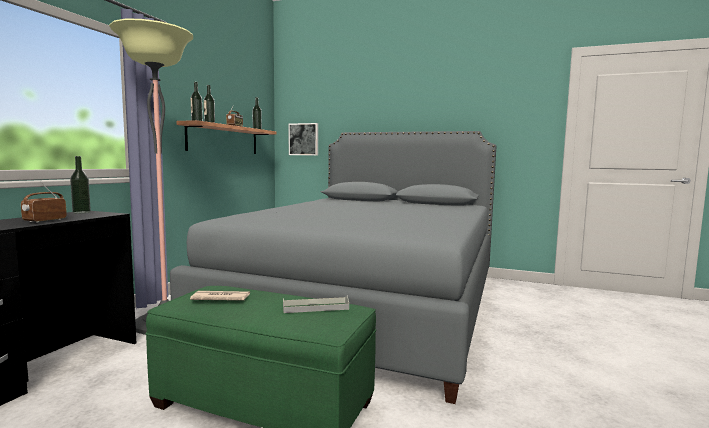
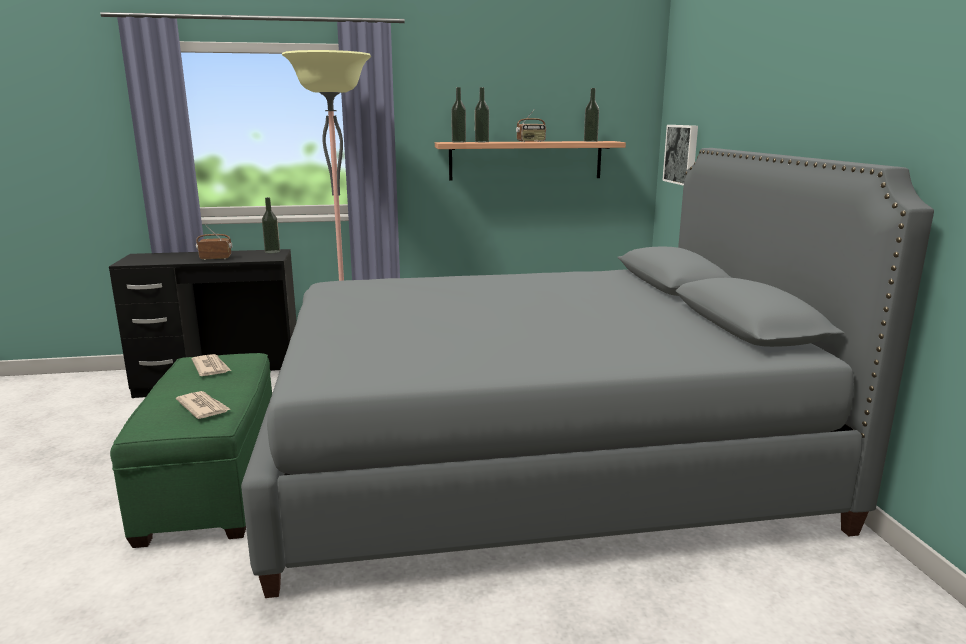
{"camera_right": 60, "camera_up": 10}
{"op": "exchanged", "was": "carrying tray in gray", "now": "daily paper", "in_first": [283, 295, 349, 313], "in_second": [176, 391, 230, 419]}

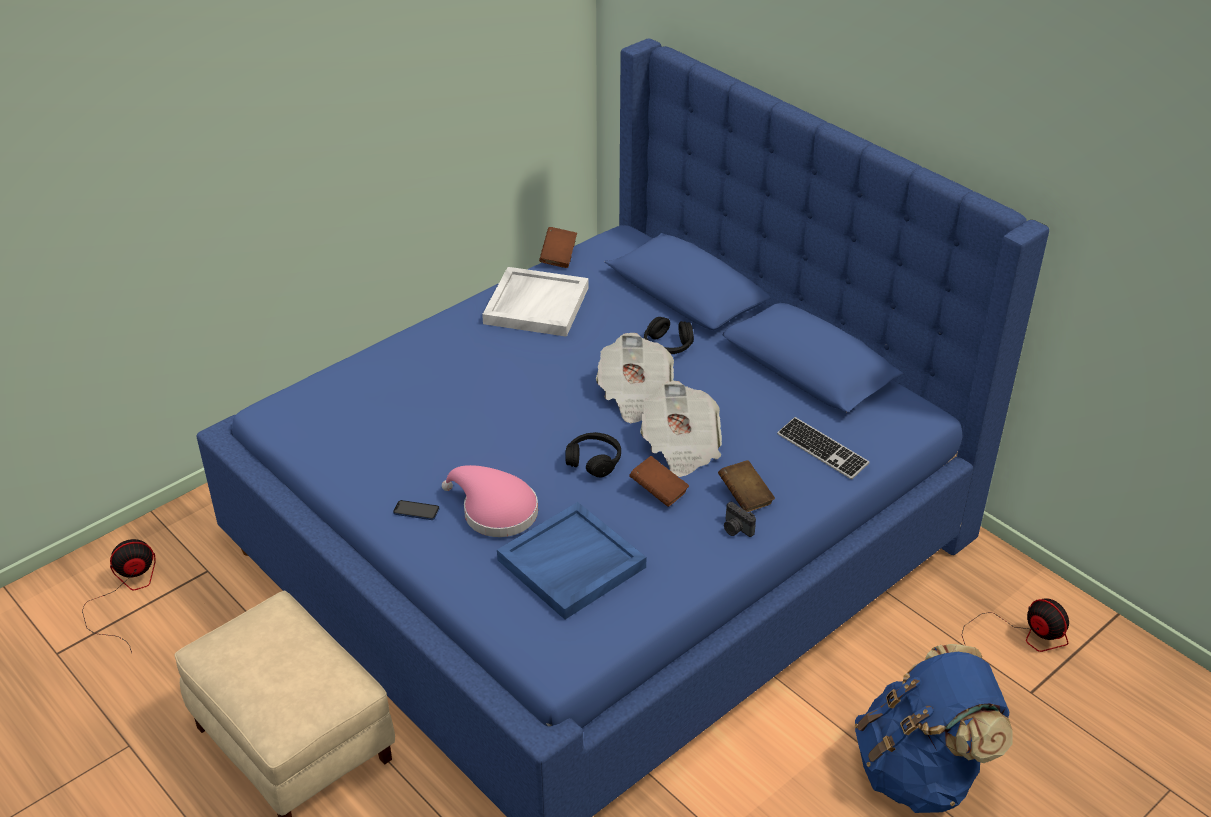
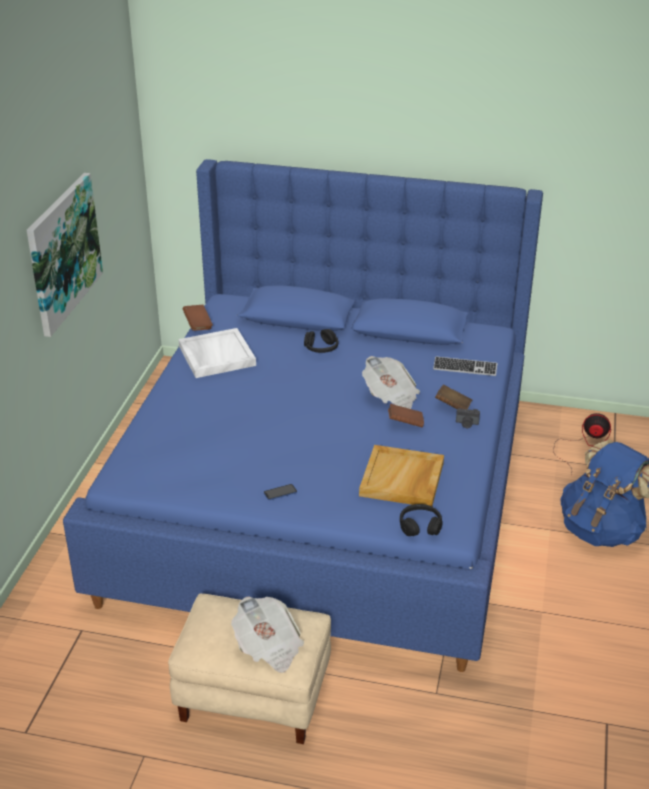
{"camera_right": -35, "camera_up": -5}
{"op": "missing", "was": "fan", "in_first": [82, 539, 156, 653]}
{"op": "missing", "was": "hat in pinkish", "in_first": [442, 465, 538, 537]}
{"op": "appeared", "now": "picture", "in_second": [27, 173, 103, 337]}
{"op": "relocated", "was": "pair of headphones in black", "in_first": [565, 432, 621, 478], "in_second": [400, 504, 443, 536]}
{"op": "relocated", "was": "daily paper", "in_first": [596, 333, 674, 423], "in_second": [231, 596, 304, 673]}
{"op": "colour", "was": "carrying tray in blue", "now": "carrying tray in sand-coloured", "in_first": [497, 502, 646, 620], "in_second": [359, 445, 444, 506]}

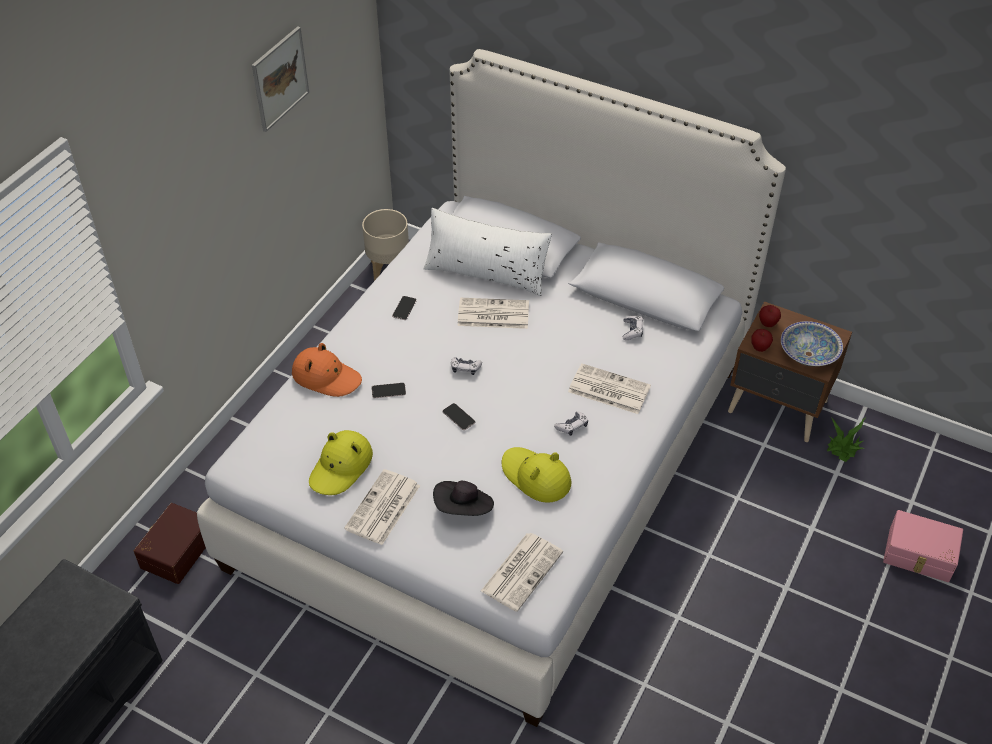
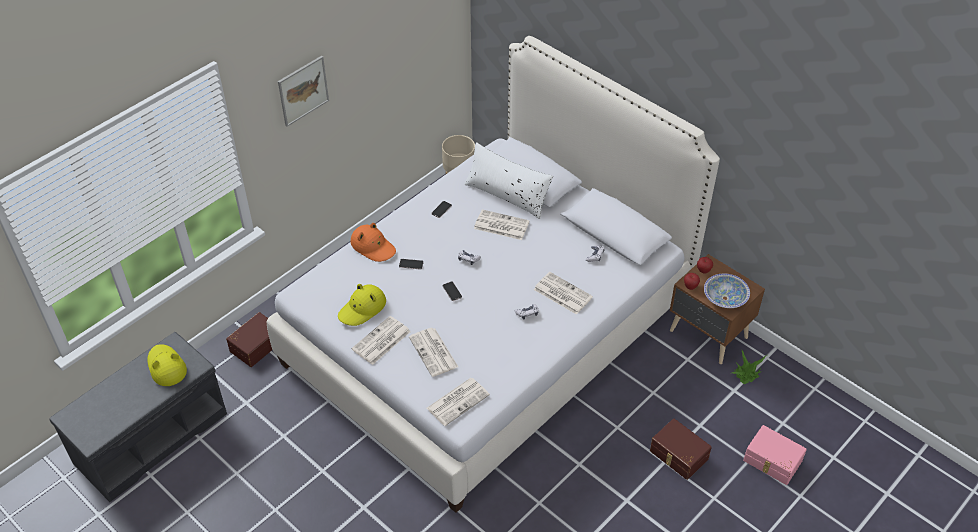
{"camera_right": 15, "camera_up": 0}
{"op": "appeared", "now": "storage box in brown", "in_second": [650, 418, 712, 480]}
{"op": "relocated", "was": "picture", "in_first": [252, 26, 309, 132], "in_second": [278, 56, 329, 127]}
{"op": "relocated", "was": "hat in yellow", "in_first": [502, 447, 571, 503], "in_second": [147, 344, 187, 386]}
{"op": "exchanged", "was": "hat in black", "now": "daily paper", "in_first": [433, 481, 494, 516], "in_second": [409, 328, 458, 377]}

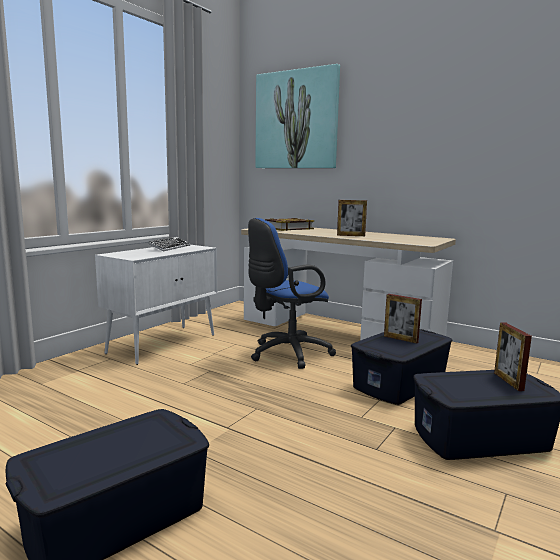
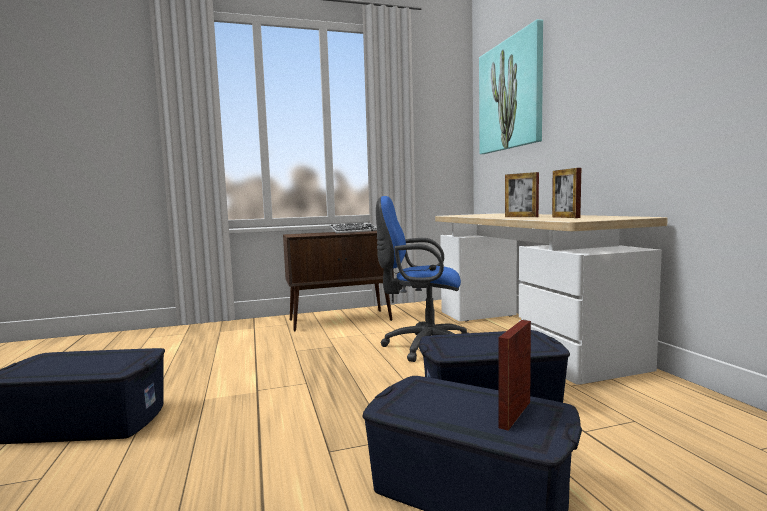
{"camera_right": 40, "camera_up": -5}
{"op": "missing", "was": "book", "in_first": [265, 218, 314, 231]}
{"op": "relocated", "was": "picture frame", "in_first": [384, 294, 422, 344], "in_second": [552, 168, 581, 218]}
{"op": "colour", "was": "cupboard in whitish", "now": "cupboard in brown", "in_first": [95, 245, 217, 365], "in_second": [283, 231, 394, 331]}

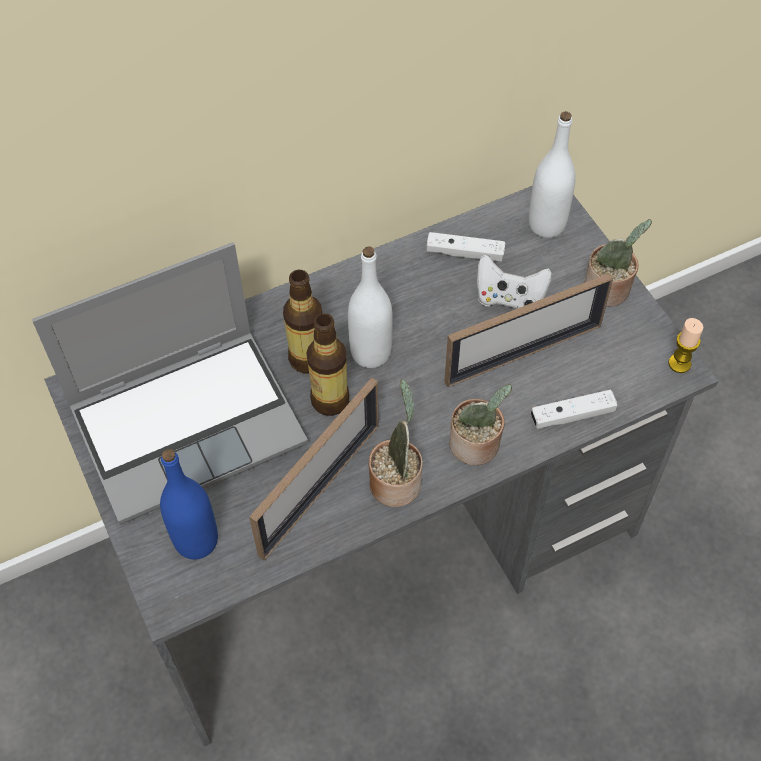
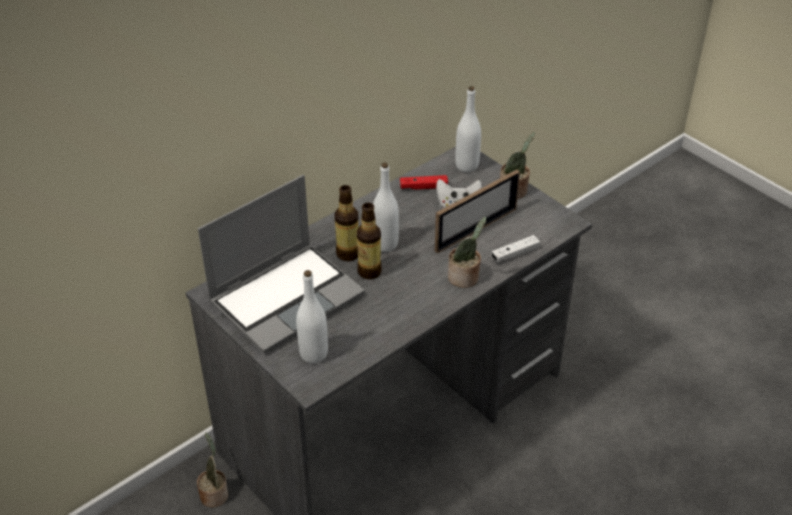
{"camera_right": -15, "camera_up": -15}
{"op": "missing", "was": "picture frame", "in_first": [249, 377, 378, 560]}
{"op": "missing", "was": "wax candle", "in_first": [668, 318, 703, 373]}
{"op": "relocated", "was": "plant in a pot", "in_first": [369, 379, 423, 507], "in_second": [197, 433, 228, 508]}
{"op": "colour", "was": "beverage bottle in blue", "now": "beverage bottle in whitish", "in_first": [160, 449, 218, 560], "in_second": [296, 270, 328, 364]}
{"op": "colour", "was": "game controller in whitish", "now": "game controller in reddish", "in_first": [426, 232, 505, 262], "in_second": [400, 175, 448, 190]}

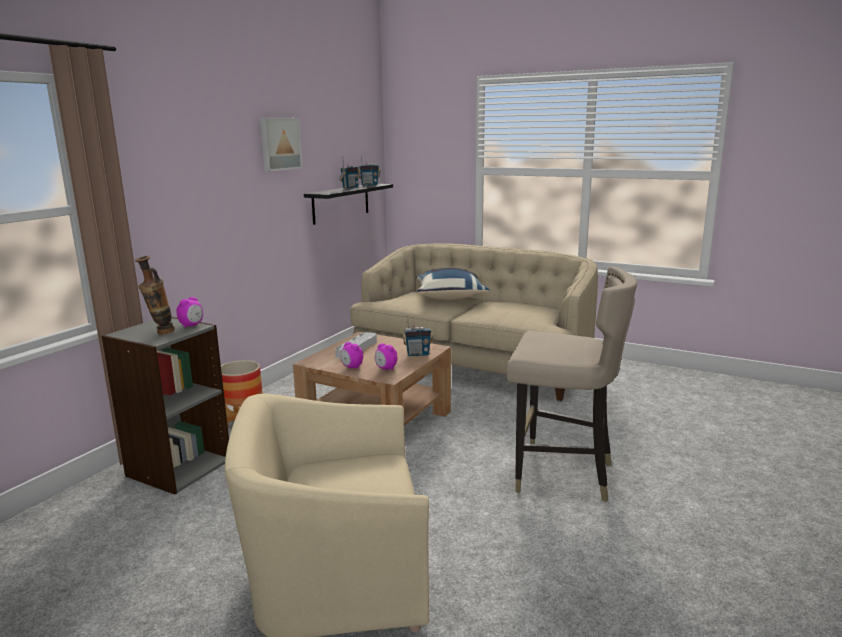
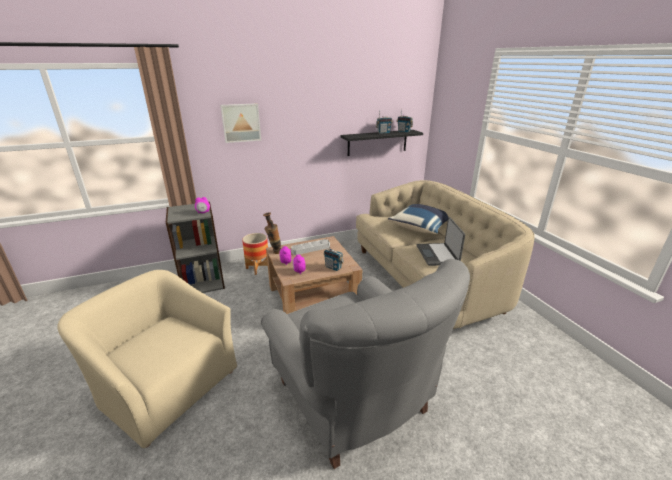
{"camera_right": 40, "camera_up": 10}
{"op": "appeared", "now": "laptop", "in_second": [417, 217, 465, 266]}
{"op": "relocated", "was": "decorative vase", "in_first": [135, 256, 175, 335], "in_second": [263, 212, 281, 254]}
{"op": "relocated", "was": "picture", "in_first": [260, 117, 302, 172], "in_second": [220, 103, 261, 143]}
{"op": "exchanged", "was": "stool in sand-coloured", "now": "armchair in gray", "in_first": [506, 267, 637, 502], "in_second": [261, 259, 470, 469]}

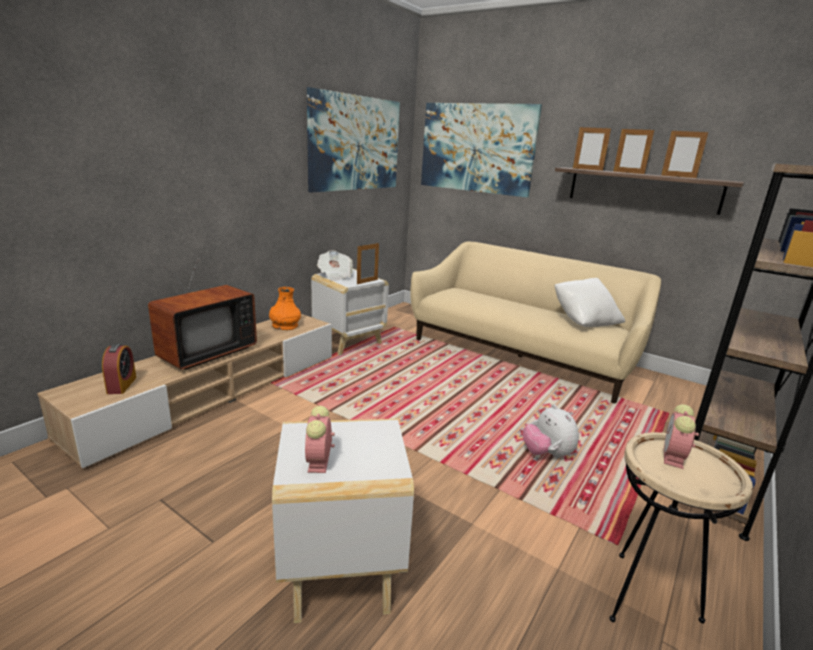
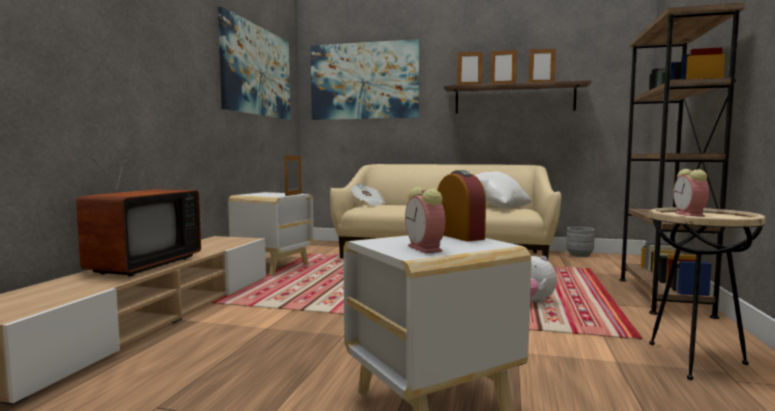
{"camera_right": -20, "camera_up": -15}
{"op": "missing", "was": "decorative vase in orange-coloured", "in_first": [269, 287, 301, 330]}
{"op": "appeared", "now": "plant pot in gray", "in_second": [566, 227, 595, 257]}
{"op": "relocated", "was": "bedside clock", "in_first": [102, 344, 136, 394], "in_second": [437, 170, 486, 241]}
{"op": "relocated", "was": "daily paper", "in_first": [317, 250, 353, 281], "in_second": [351, 184, 385, 206]}

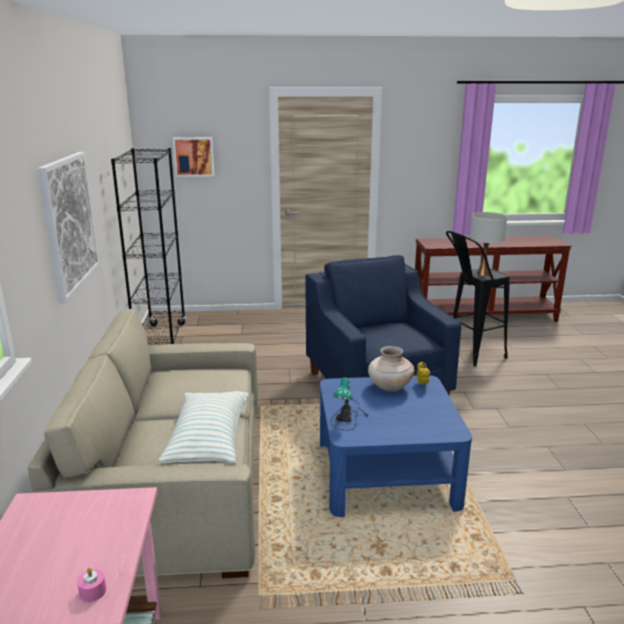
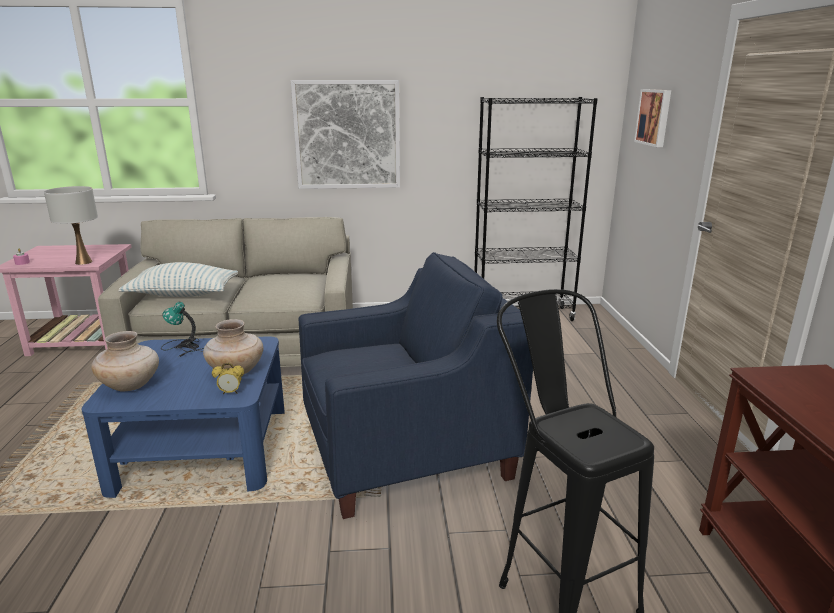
{"camera_right": 90, "camera_up": 0}
{"op": "appeared", "now": "decorative vase in sand-coloured", "in_second": [91, 331, 159, 391]}
{"op": "relocated", "was": "tabletop lamp in whitish", "in_first": [470, 212, 507, 276], "in_second": [44, 186, 98, 265]}

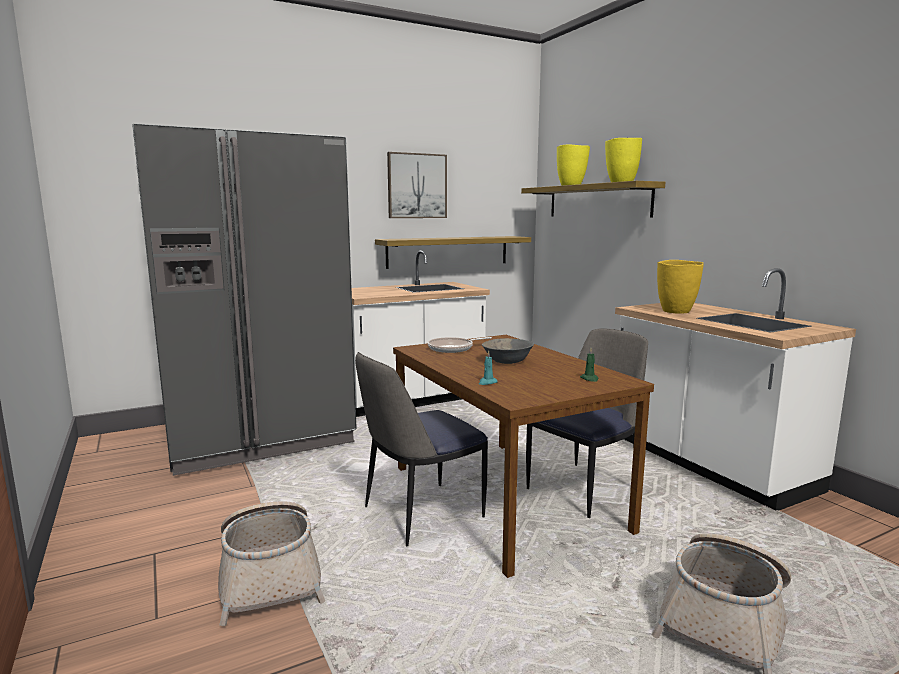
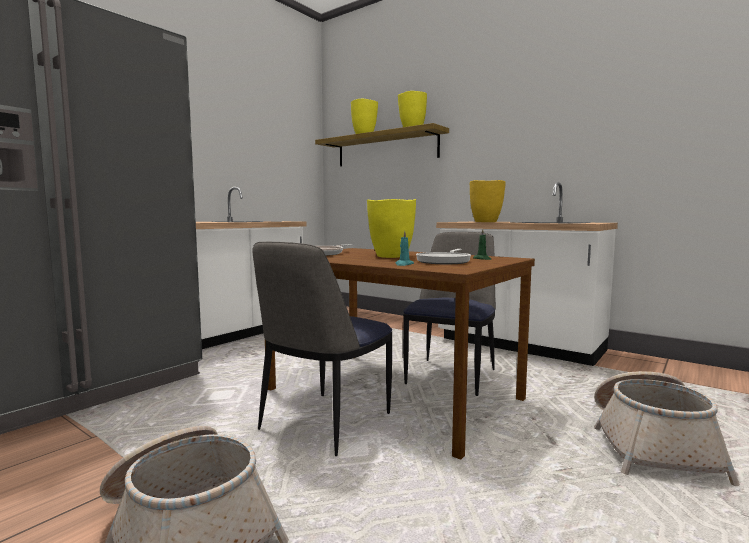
{"camera_right": -25, "camera_up": -5}
{"op": "missing", "was": "wall shelf", "in_first": [375, 236, 531, 269]}
{"op": "missing", "was": "picture", "in_first": [387, 152, 447, 218]}
{"op": "appeared", "now": "skillet", "in_second": [416, 249, 471, 264]}
{"op": "exchanged", "was": "serving bowl in gray", "now": "decorative vase in yellow", "in_first": [482, 338, 534, 364], "in_second": [367, 199, 416, 258]}

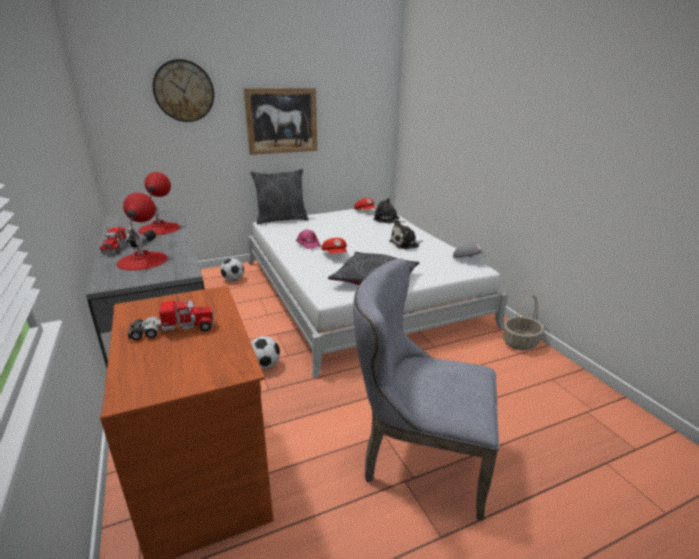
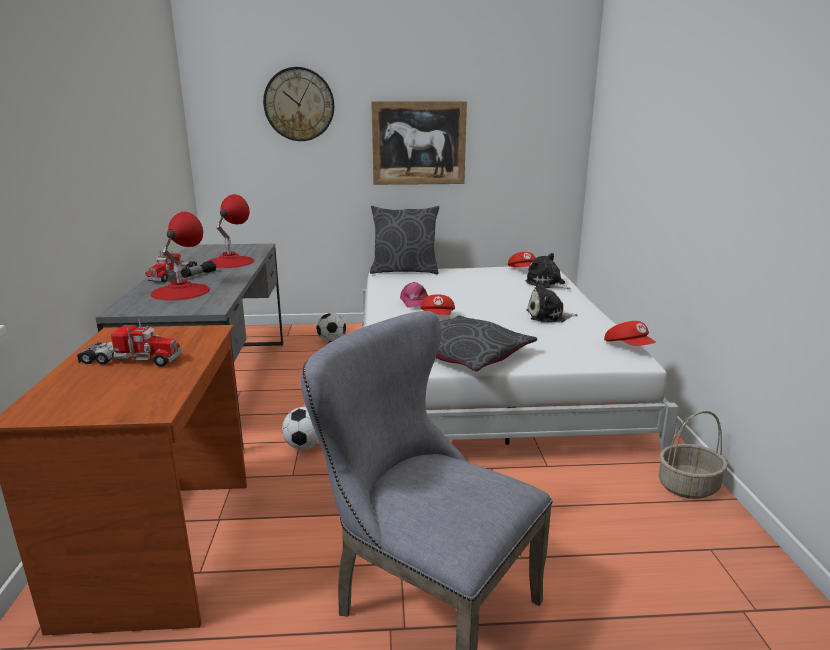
{"camera_right": 20, "camera_up": -5}
{"op": "colour", "was": "peaked cap in gray", "now": "peaked cap in reddish", "in_first": [453, 242, 488, 259], "in_second": [604, 321, 656, 346]}

